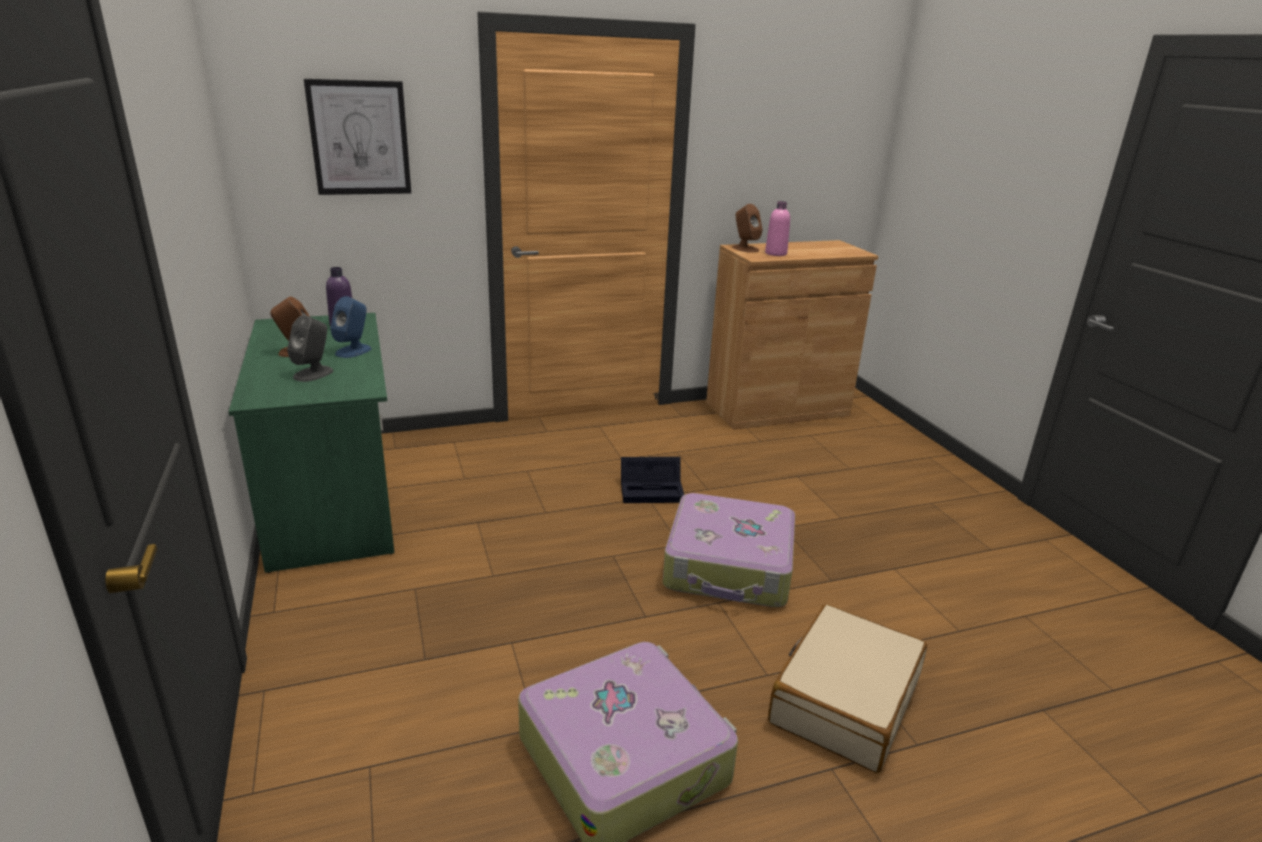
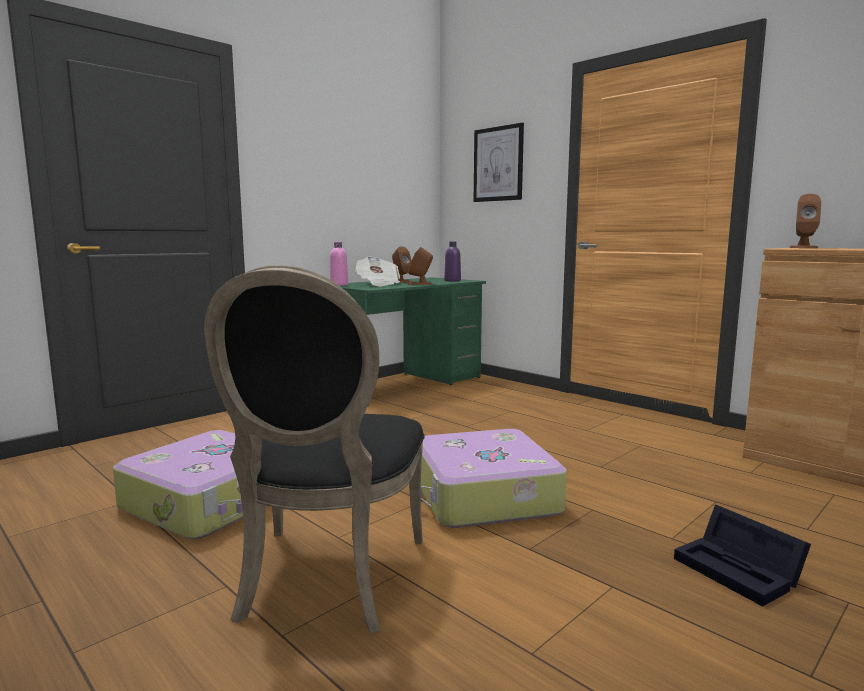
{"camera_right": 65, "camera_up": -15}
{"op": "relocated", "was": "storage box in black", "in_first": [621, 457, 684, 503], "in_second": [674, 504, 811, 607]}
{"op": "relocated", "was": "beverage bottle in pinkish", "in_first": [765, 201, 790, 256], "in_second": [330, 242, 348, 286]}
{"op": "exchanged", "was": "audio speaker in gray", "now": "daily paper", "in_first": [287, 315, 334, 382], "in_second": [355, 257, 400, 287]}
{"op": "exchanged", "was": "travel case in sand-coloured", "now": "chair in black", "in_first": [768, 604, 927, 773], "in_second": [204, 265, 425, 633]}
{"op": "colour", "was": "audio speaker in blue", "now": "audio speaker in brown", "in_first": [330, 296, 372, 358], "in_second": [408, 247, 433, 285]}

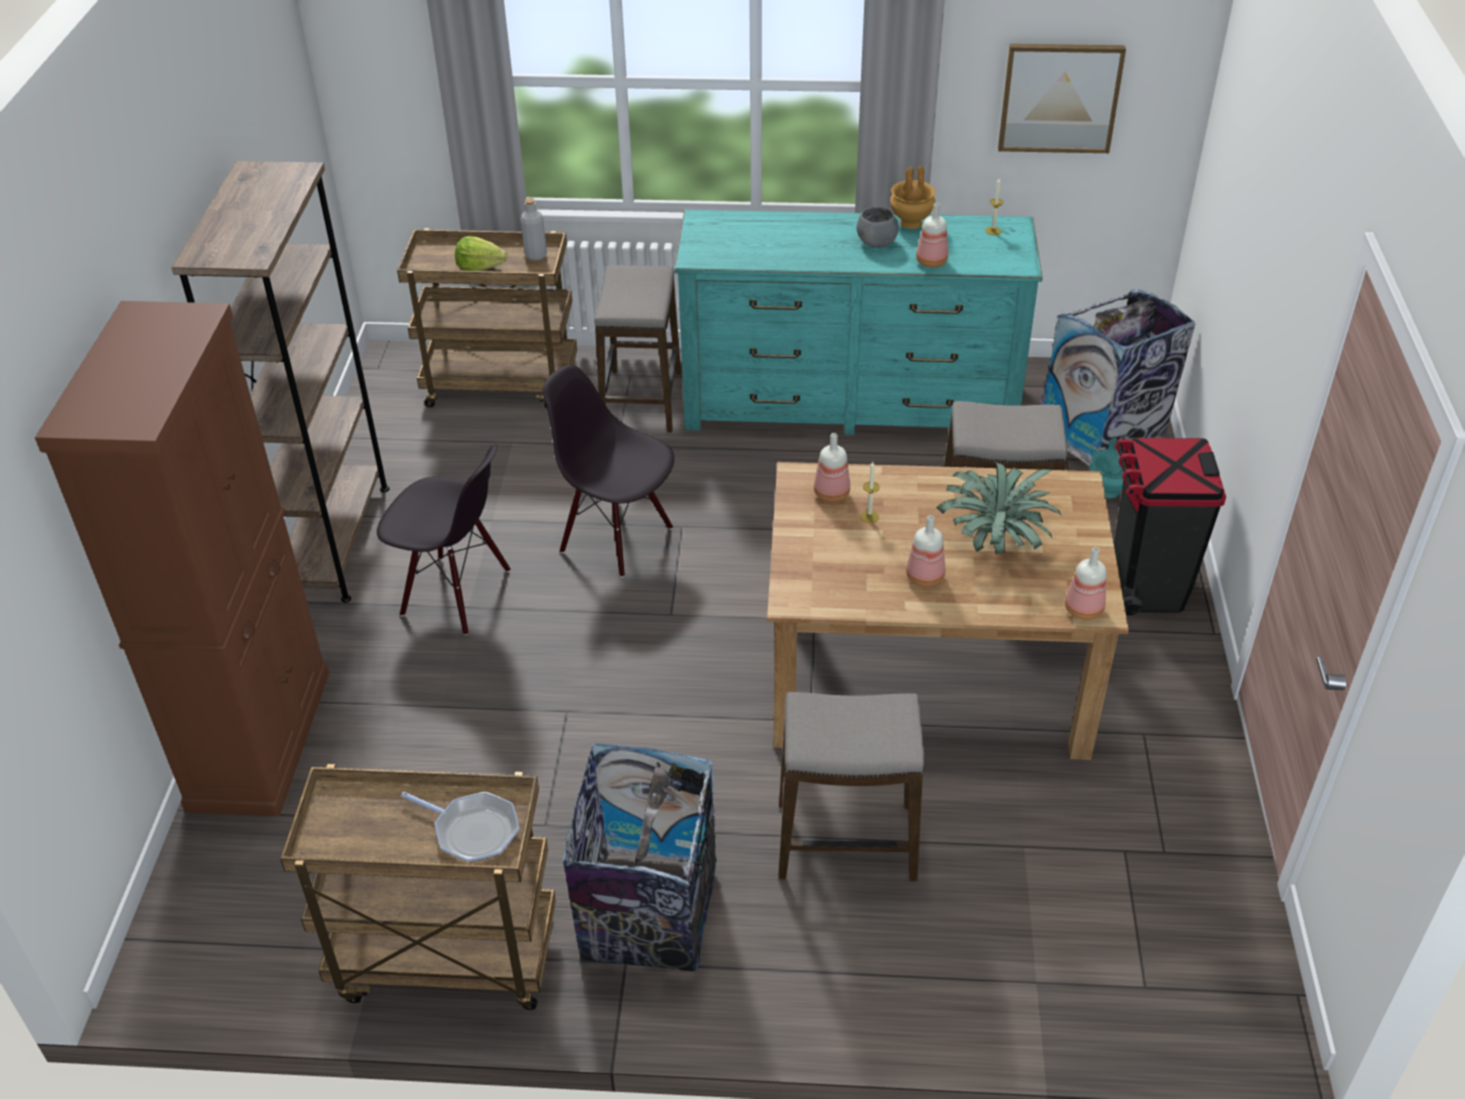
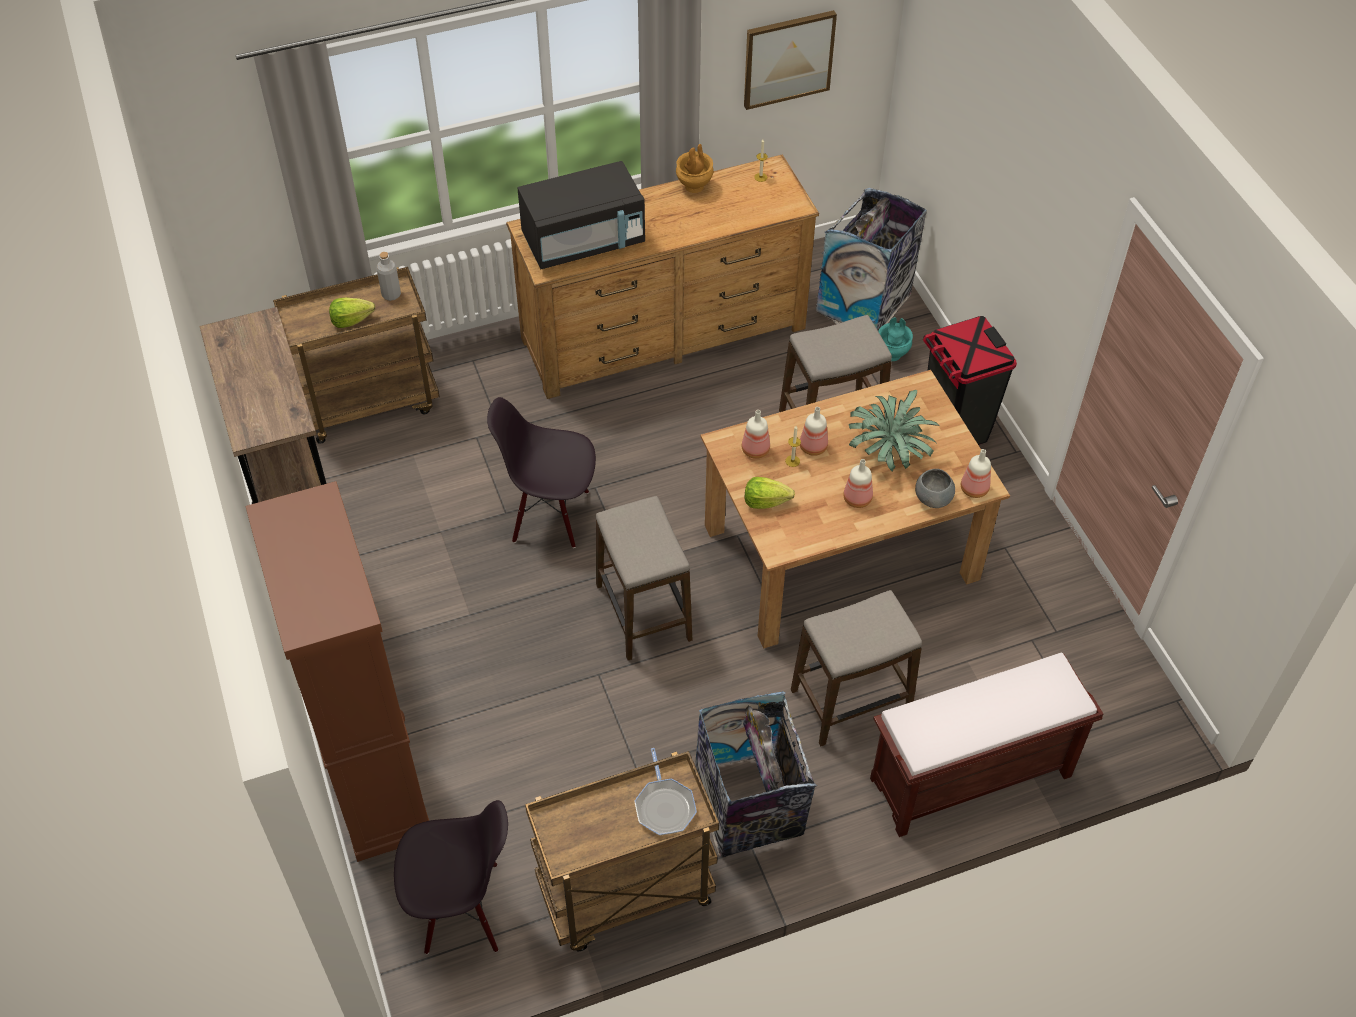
{"camera_right": -25, "camera_up": 10}
{"op": "appeared", "now": "kitchen microwave in black", "in_second": [518, 161, 645, 269]}
{"op": "appeared", "now": "lettuce head", "in_second": [745, 477, 795, 509]}
{"op": "appeared", "now": "long seat in brown", "in_second": [870, 652, 1103, 837]}
{"op": "relocated", "was": "chair in black", "in_first": [377, 445, 511, 635], "in_second": [394, 800, 508, 954]}
{"op": "relocated", "was": "stool", "in_first": [594, 265, 681, 433], "in_second": [596, 496, 692, 661]}
{"op": "relocated", "was": "serving bowl in gray", "in_first": [856, 207, 899, 248], "in_second": [915, 469, 955, 508]}
{"op": "relocated", "was": "beverage bottle", "in_first": [916, 203, 948, 268], "in_second": [800, 407, 828, 456]}
{"op": "colour", "was": "chest of drawers in blue-green", "now": "chest of drawers in brown", "in_first": [674, 209, 1042, 435], "in_second": [506, 154, 819, 399]}
{"op": "spun", "was": "skillet", "in_first": [401, 792, 519, 862], "in_second": [635, 748, 697, 836], "clockwise": 75}

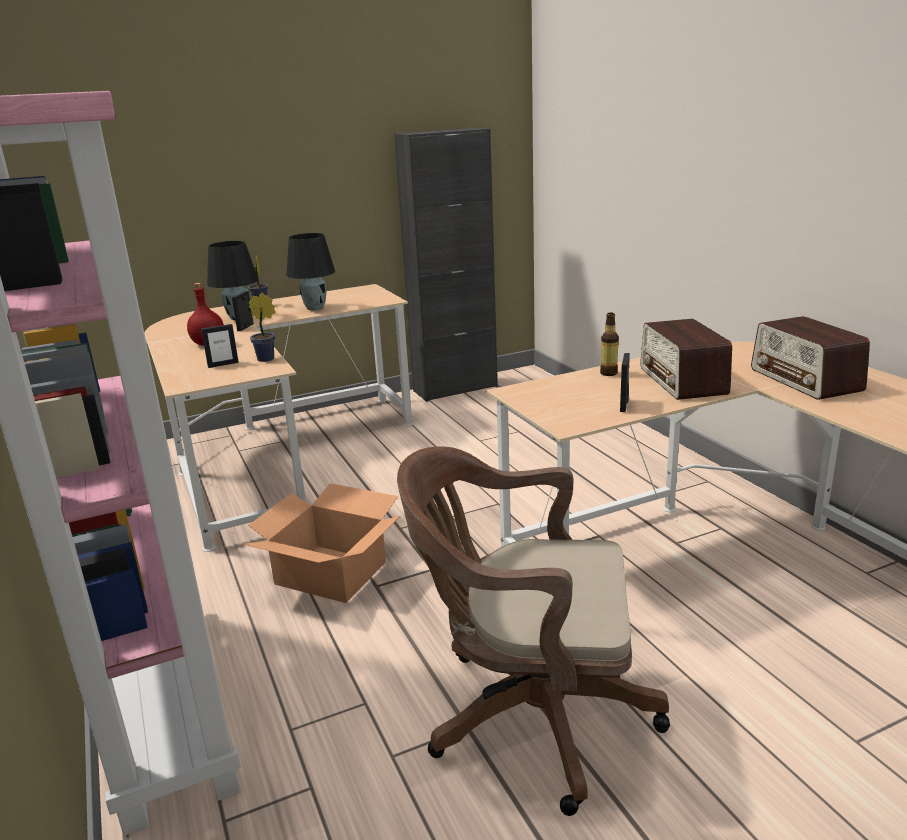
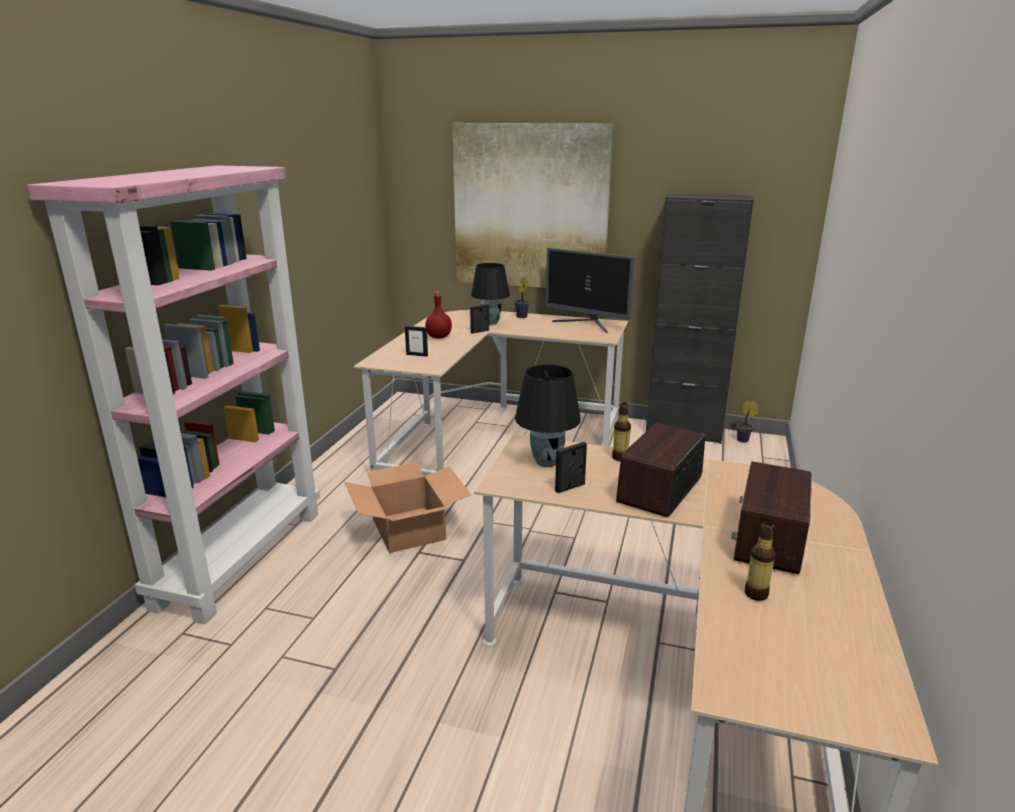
{"camera_right": 40, "camera_up": 0}
{"op": "missing", "was": "desk chair in brown", "in_first": [397, 447, 670, 816]}
{"op": "appeared", "now": "picture", "in_second": [452, 123, 613, 288]}
{"op": "appeared", "now": "computer screen", "in_second": [546, 248, 634, 332]}
{"op": "appeared", "now": "beverage bottle", "in_second": [745, 521, 776, 601]}
{"op": "relocated", "was": "plant in a pot", "in_first": [249, 292, 276, 362], "in_second": [737, 400, 759, 443]}
{"op": "relocated", "was": "tabletop lamp in black", "in_first": [287, 233, 335, 310], "in_second": [515, 364, 581, 467]}

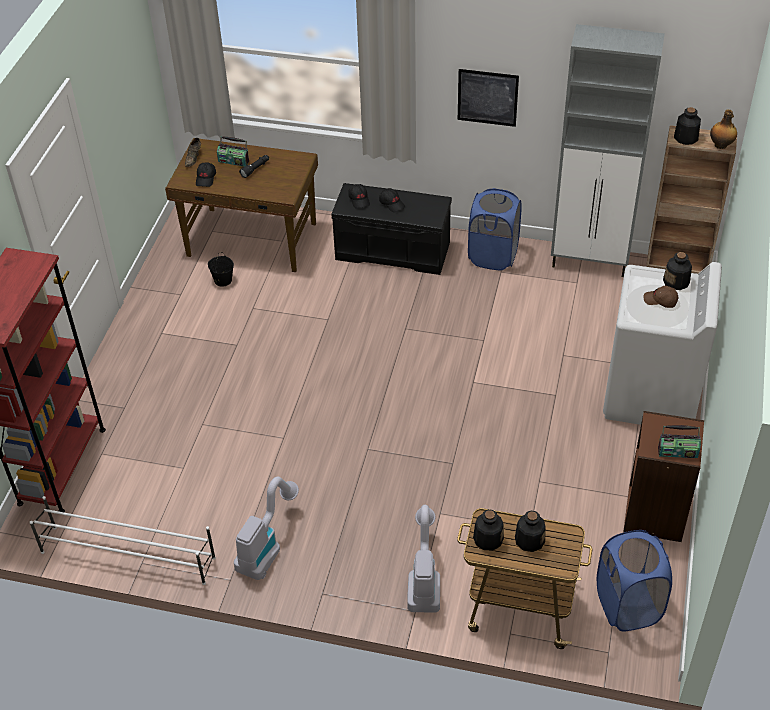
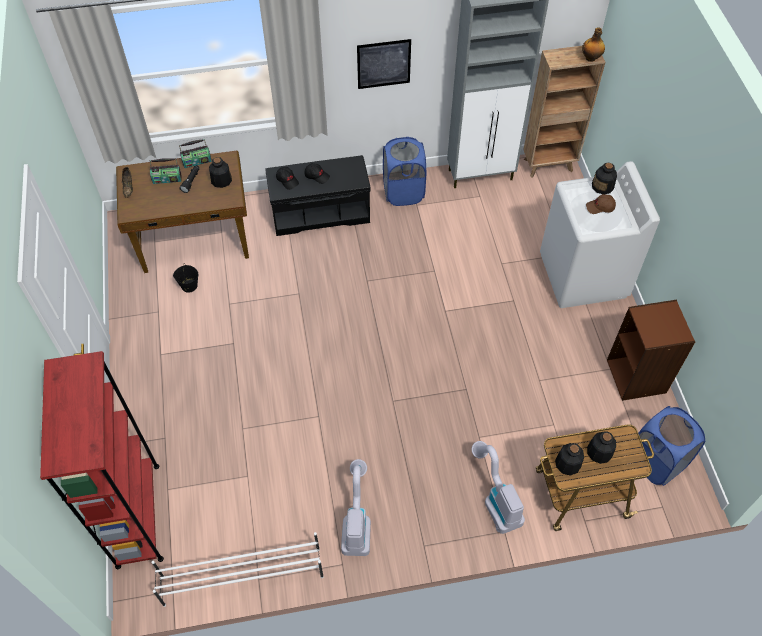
{"camera_right": -25, "camera_up": 10}
{"op": "missing", "was": "peaked cap in black", "in_first": [196, 162, 216, 187]}
{"op": "relocated", "was": "radio set", "in_first": [658, 425, 701, 458], "in_second": [179, 139, 212, 168]}
{"op": "relocated", "was": "beverage bottle", "in_first": [674, 107, 701, 145], "in_second": [209, 157, 232, 188]}

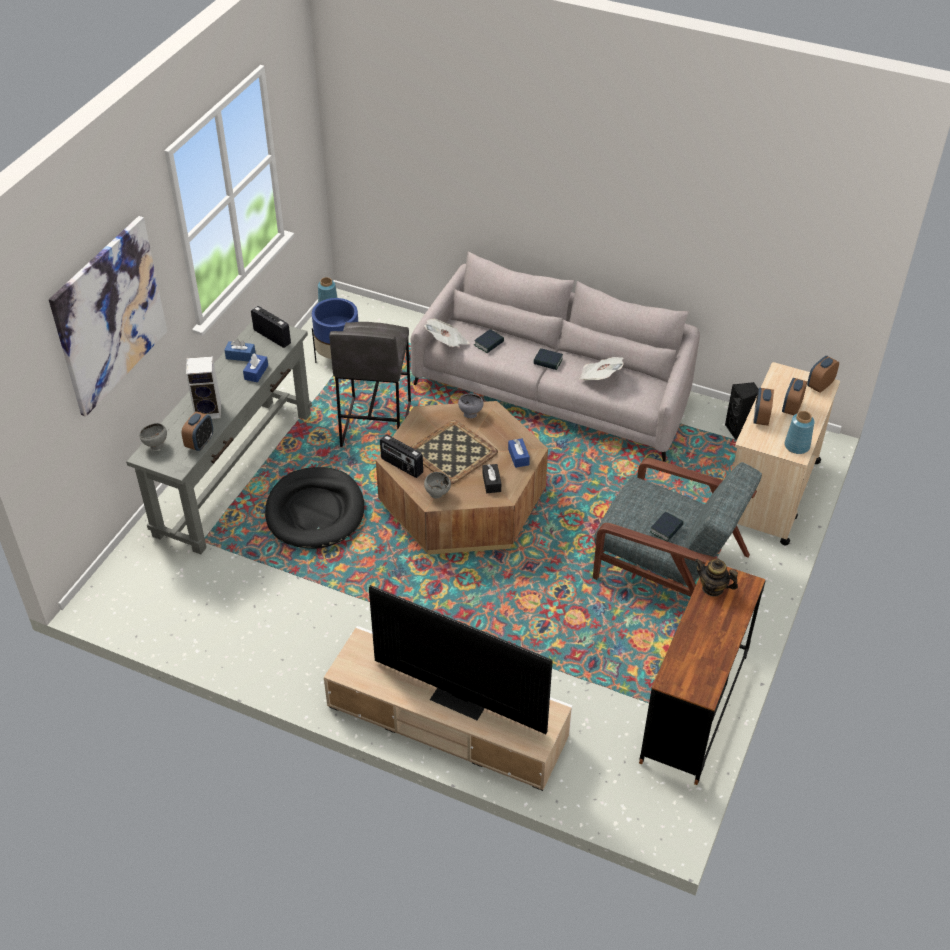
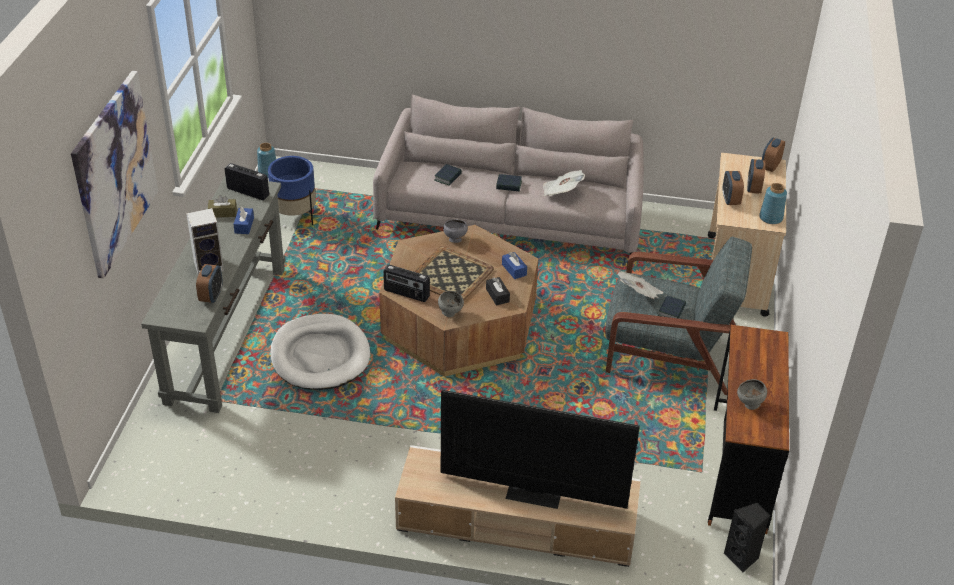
{"camera_right": -15, "camera_up": -5}
{"op": "missing", "was": "stool in gray", "in_first": [329, 322, 411, 447]}
{"op": "missing", "was": "tea pot", "in_first": [695, 558, 738, 597]}
{"op": "relocated", "was": "serving bowl in gray", "in_first": [140, 423, 167, 451], "in_second": [737, 379, 767, 410]}
{"op": "relocated", "was": "daily paper", "in_first": [424, 318, 470, 347], "in_second": [618, 271, 663, 299]}
{"op": "relocated", "was": "audio speaker in black", "in_first": [725, 382, 758, 440], "in_second": [724, 502, 770, 572]}
{"op": "colour", "was": "tissue holder in blue", "now": "tissue holder in brown", "in_first": [224, 339, 256, 362], "in_second": [208, 195, 237, 218]}
{"op": "colour", "was": "pet bed in black", "now": "pet bed in whitish", "in_first": [265, 467, 364, 549], "in_second": [270, 314, 370, 390]}

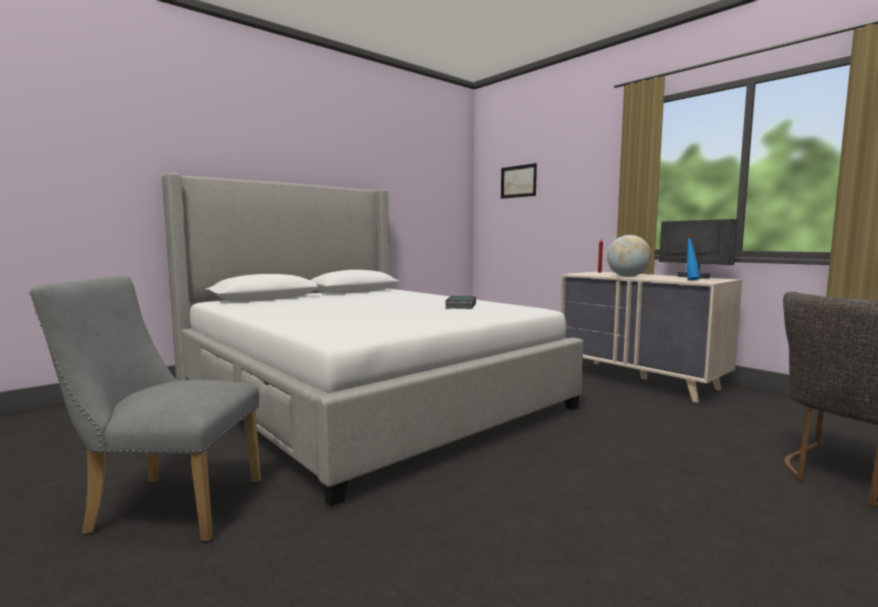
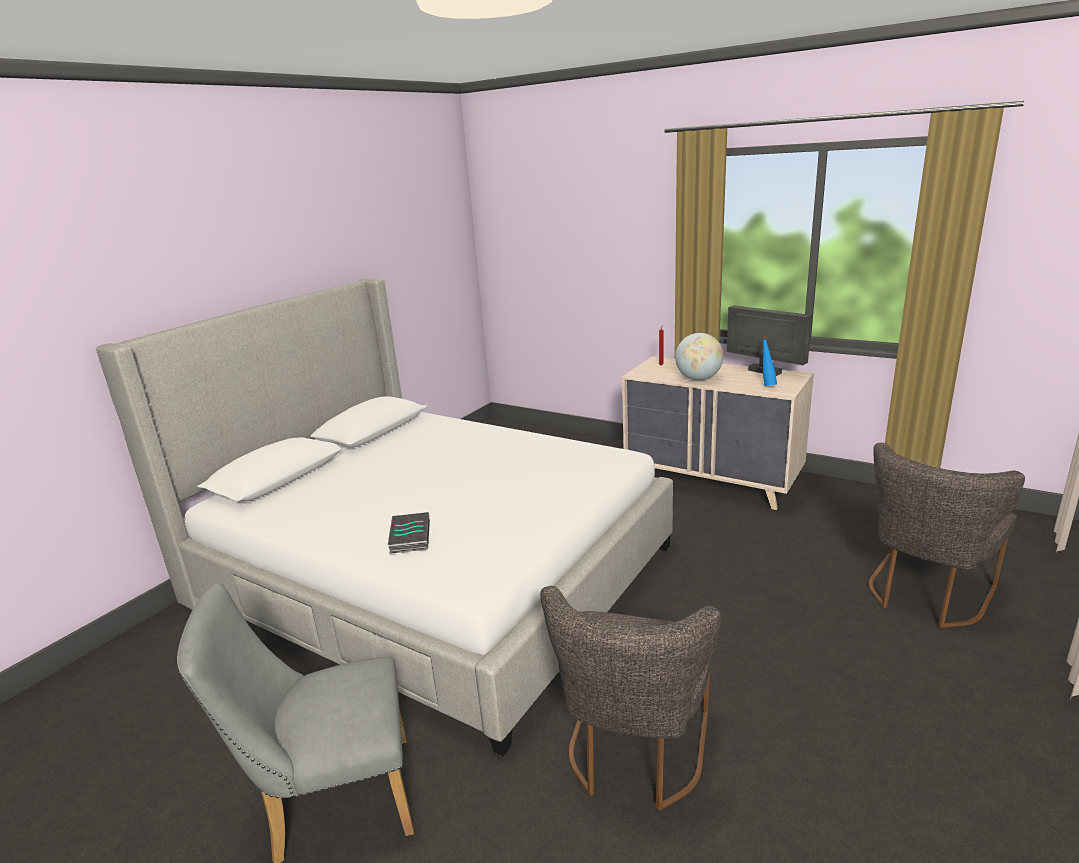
{"camera_right": -15, "camera_up": 15}
{"op": "missing", "was": "picture", "in_first": [501, 163, 537, 199]}
{"op": "appeared", "now": "chair in gray", "in_second": [540, 586, 721, 811]}
{"op": "relocated", "was": "book", "in_first": [445, 296, 476, 309], "in_second": [388, 512, 430, 554]}

